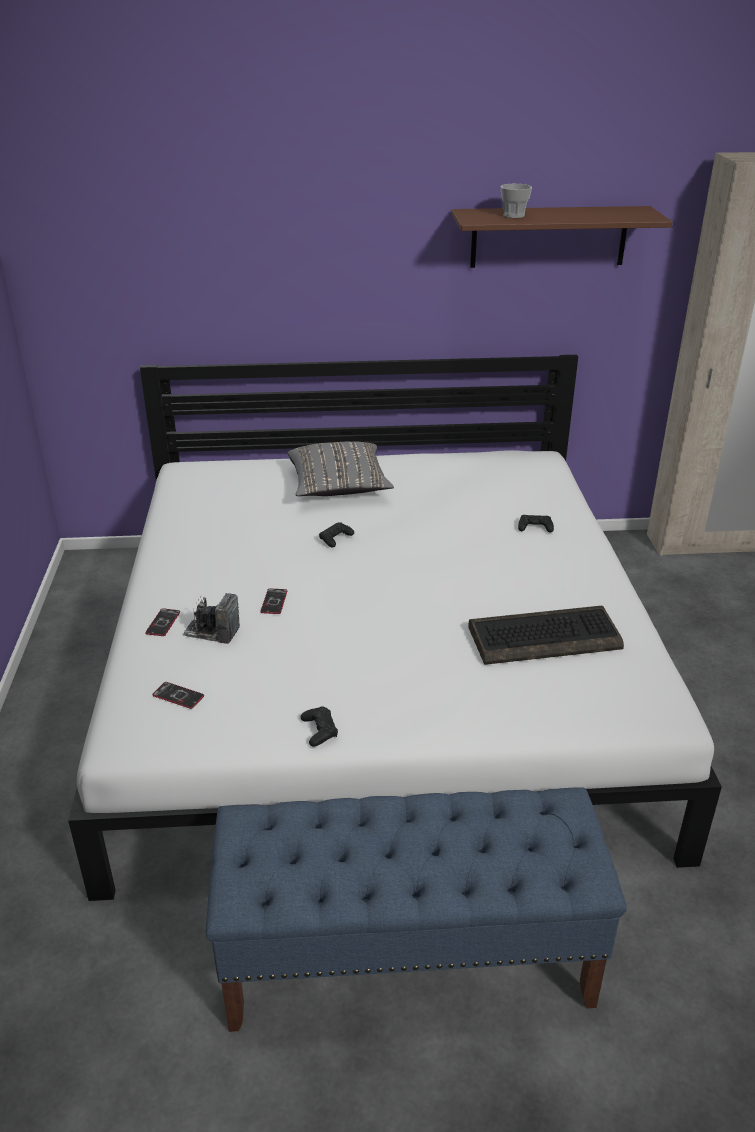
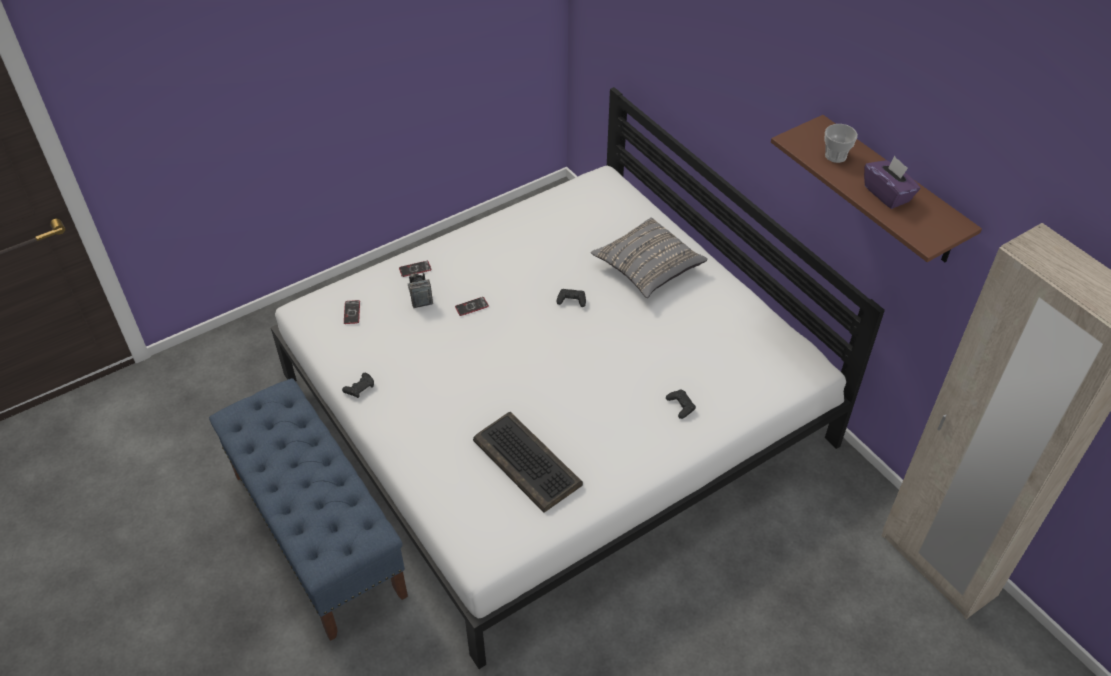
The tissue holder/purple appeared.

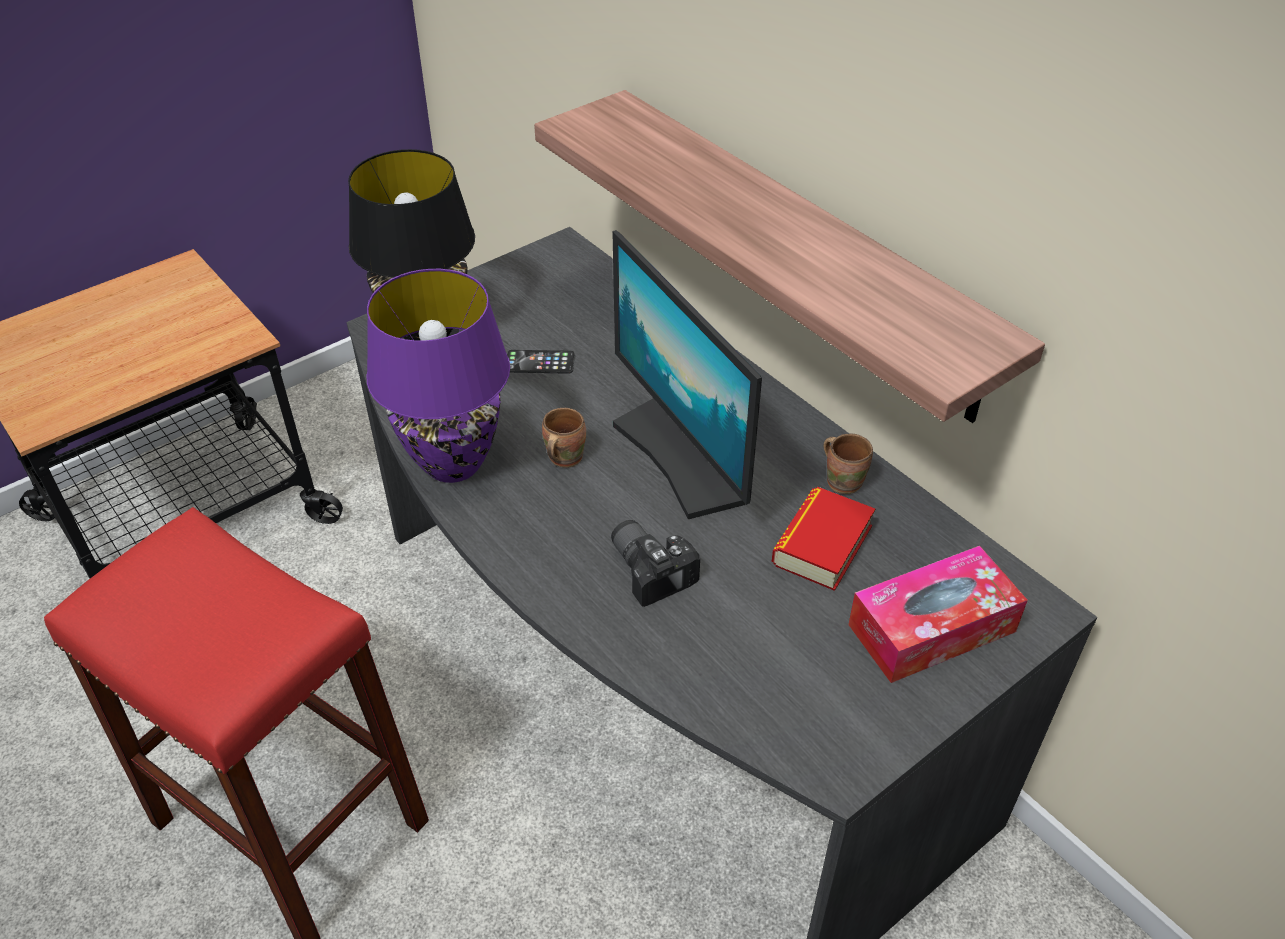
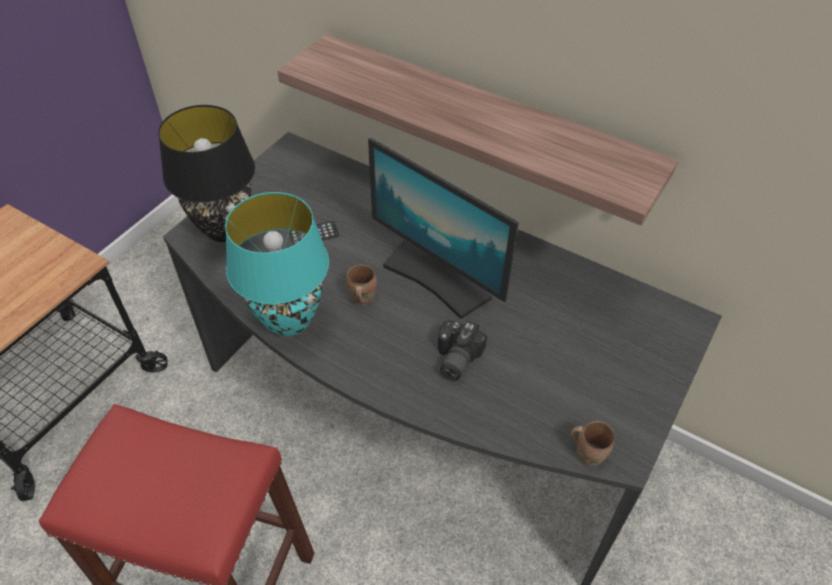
The volume disappeared. The tissue holder disappeared. The coffee mug/brown-coloured (2nd from left) moved. The lamp for a table/purple became the lamp for a table/turquoise. The still camera turned 105 degrees counterclockwise.

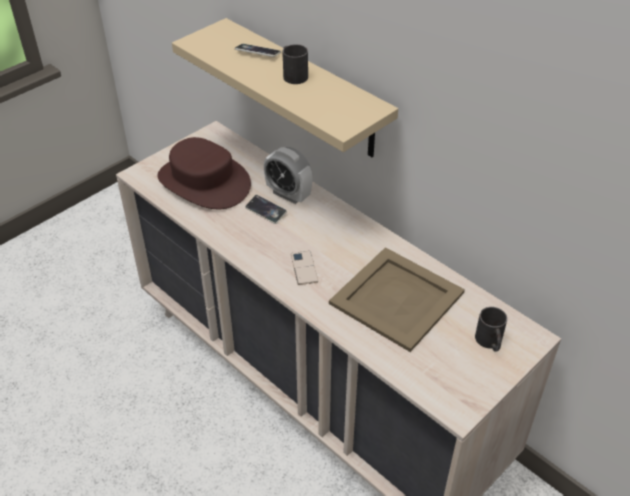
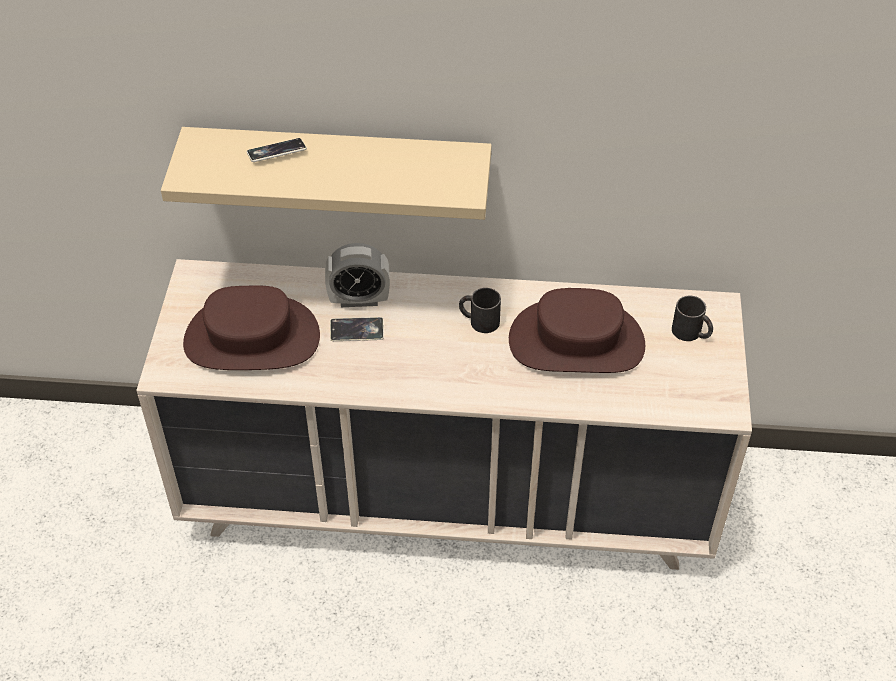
The handset (3rd from left) disappeared. The coffee mug/black (1st from left) moved. The tray/beige was replaced by the wearable hat/brown-coloured (2nd from left).

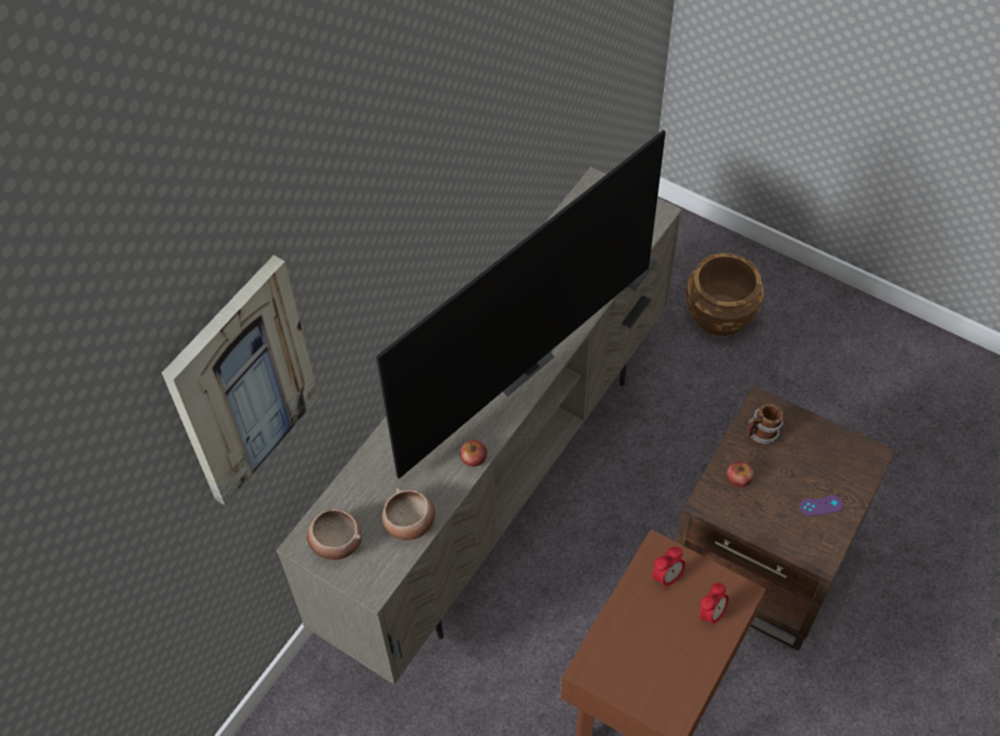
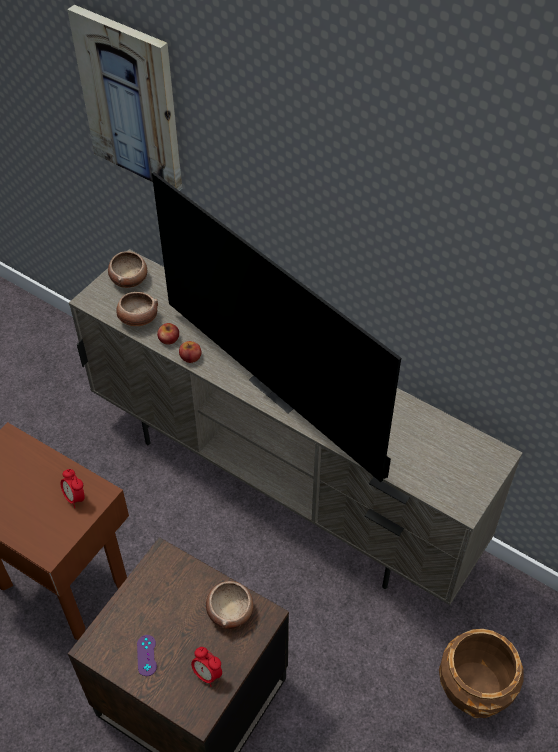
The bedside clock (2nd from left) moved. The whole apple (2nd from left in the first image) moved. The coffee mug was replaced by the bowl (3rd from left).

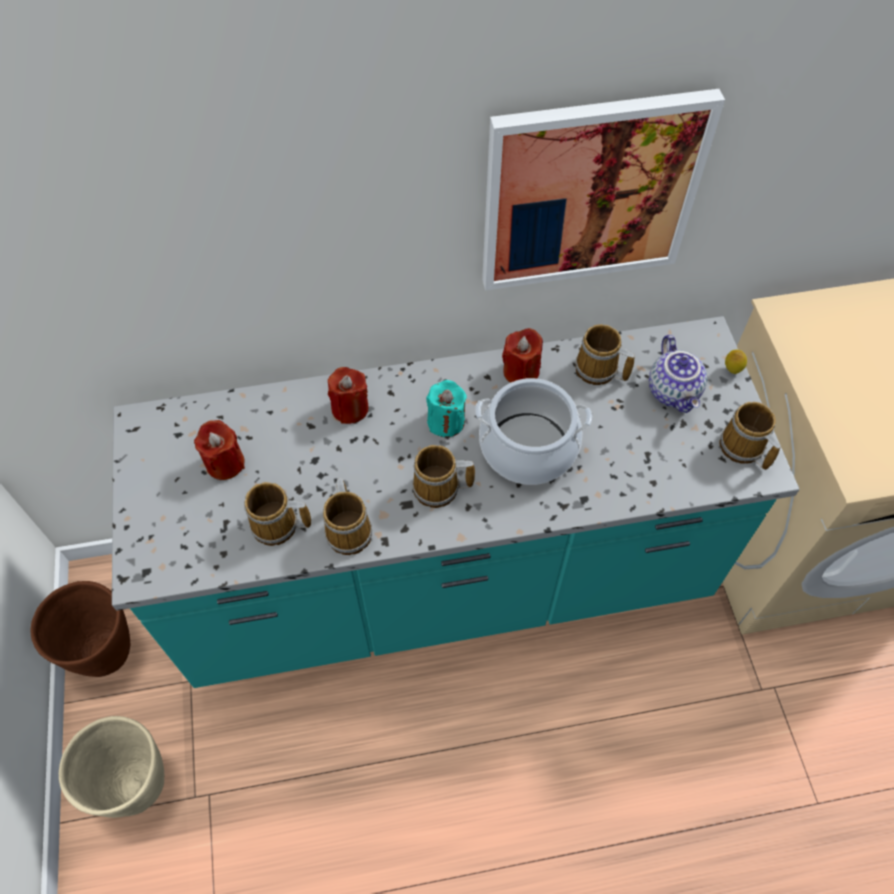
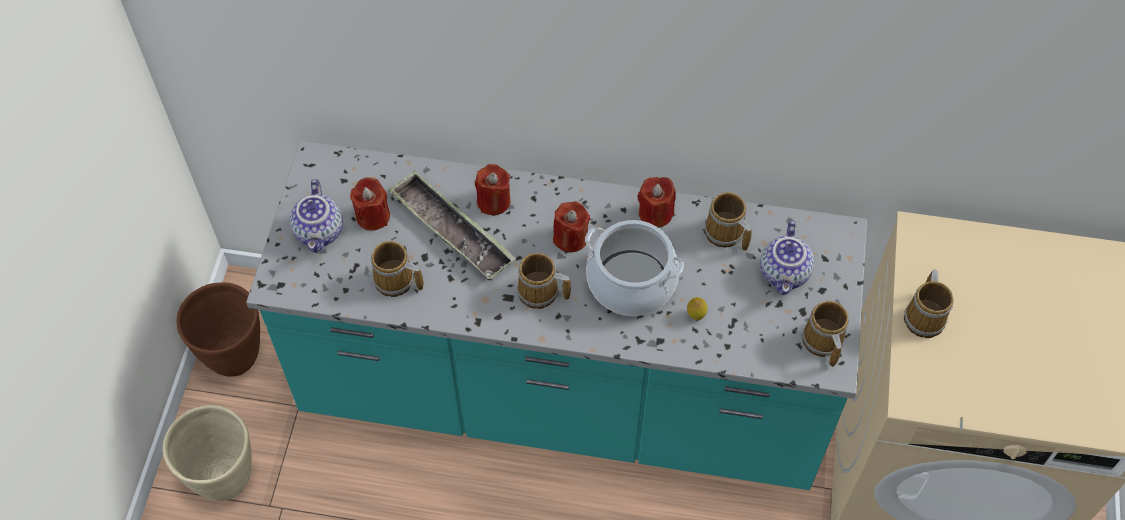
The picture disappeared. The teapot (1st from left) appeared. The tray appeared. The coffee mug (2nd from left in the first image) moved. The whole lemon moved. The wax candle/turquoise became the wax candle/reddish (3rd from left).

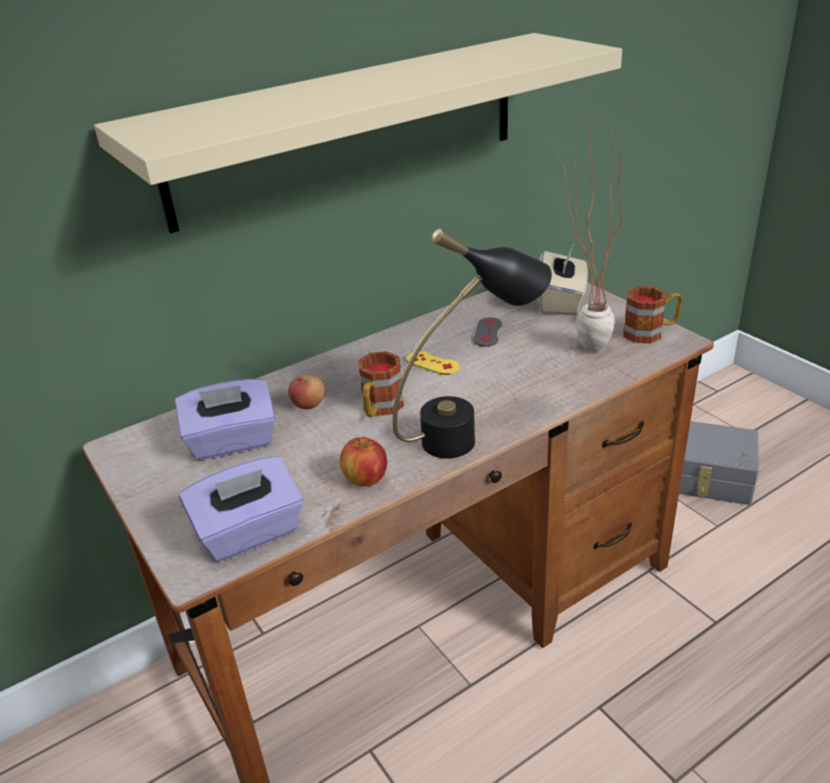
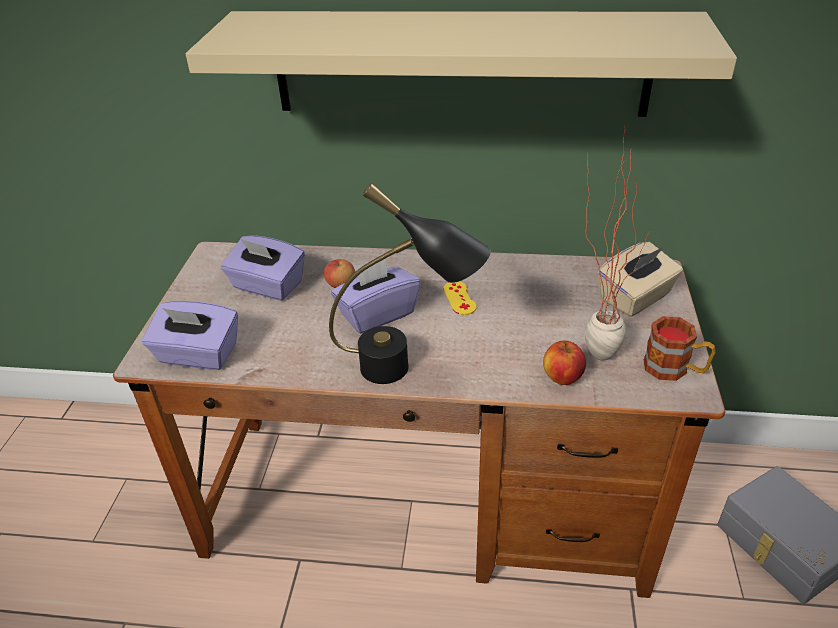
The game controller/gray disappeared. The whole apple (2nd from left) moved. The coffee mug (1st from left) was replaced by the tissue holder/purple (3rd from left).

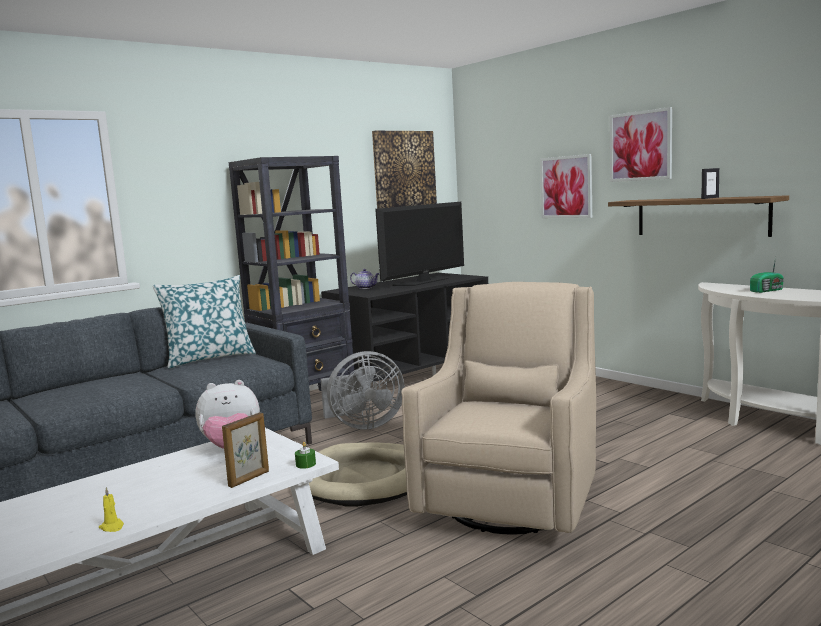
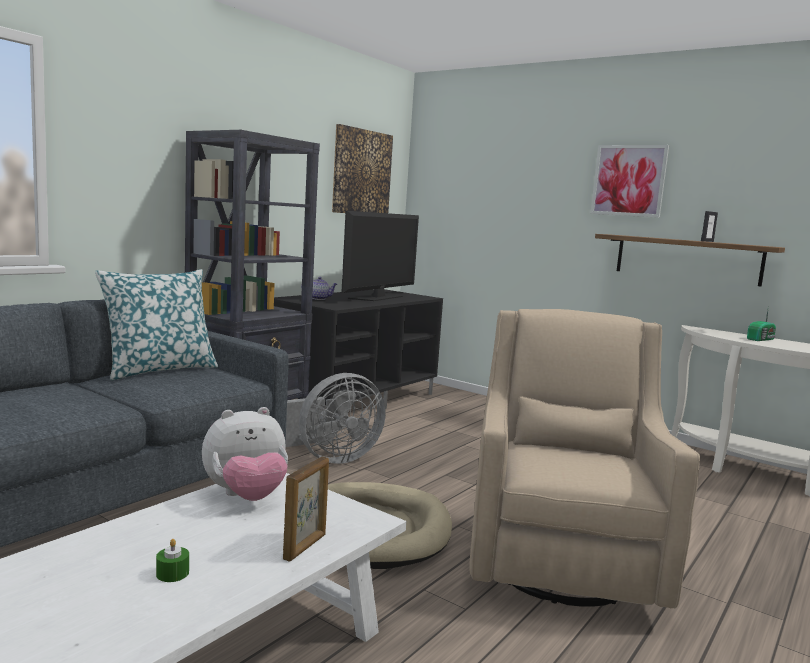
The wax candle/yellowish disappeared. The picture (2nd from left) disappeared. The wax candle/greenish moved.

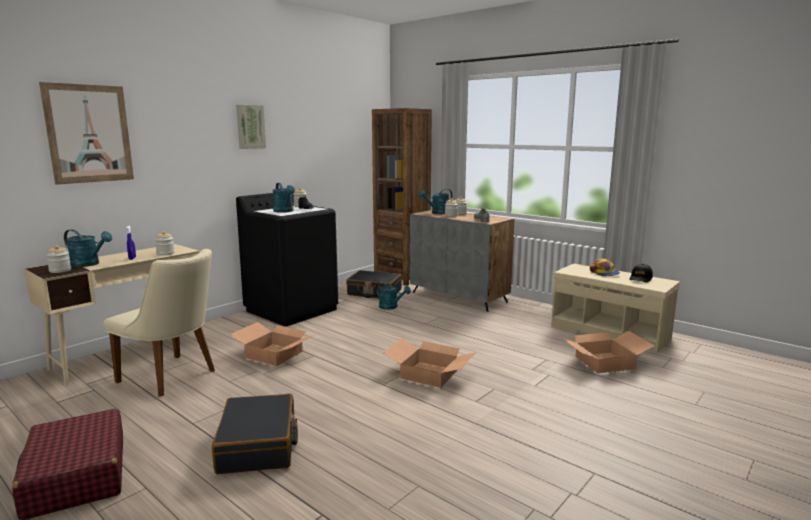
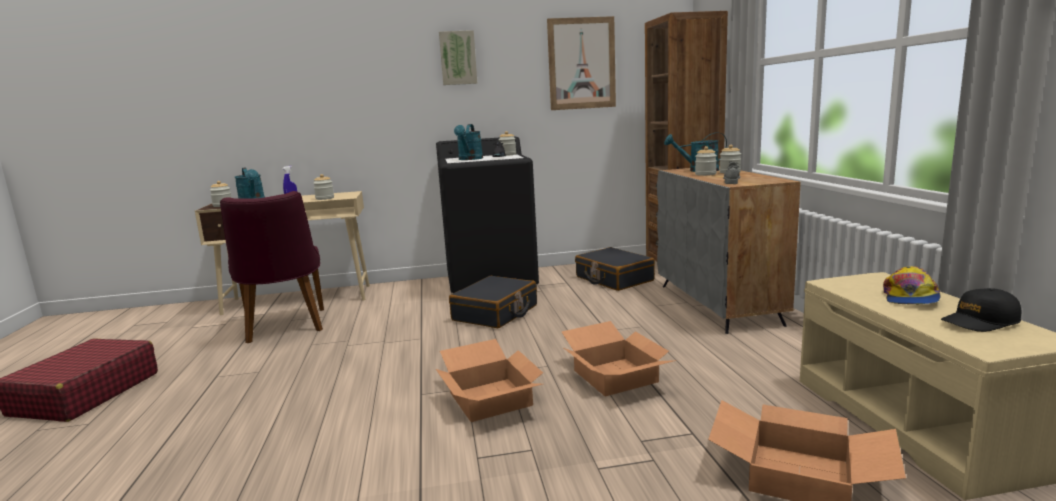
The sprinkling can/turquoise (3rd from left) disappeared. The picture (1st from left in the first image) moved. The piece of luggage/black (1st from left) moved. The cardboard box (1st from left in the first image) moved. The upright chair/beige became the upright chair/purple.

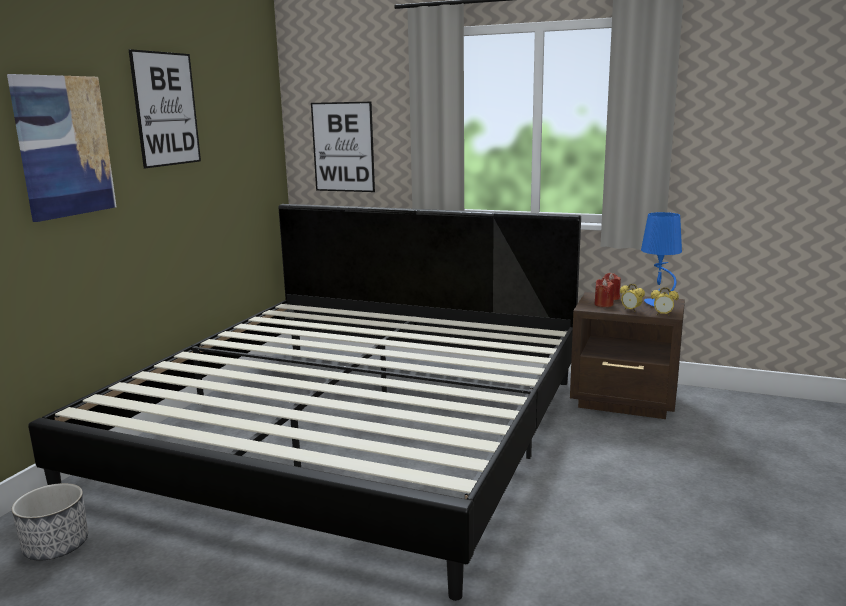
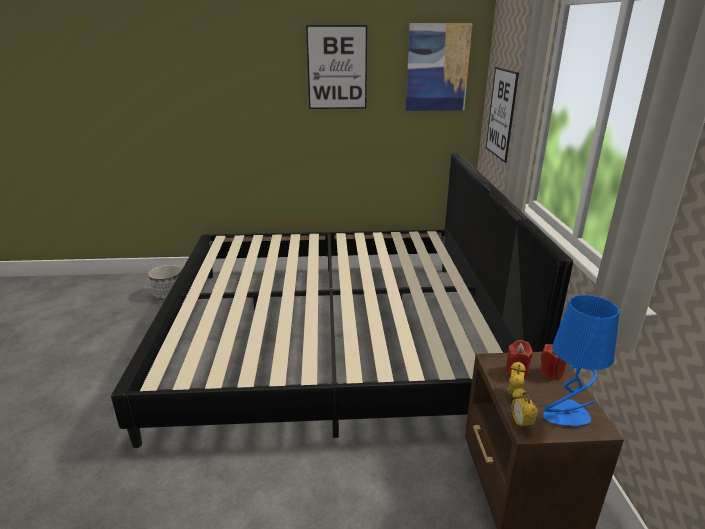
The picture (1st from left in the first image) moved.

